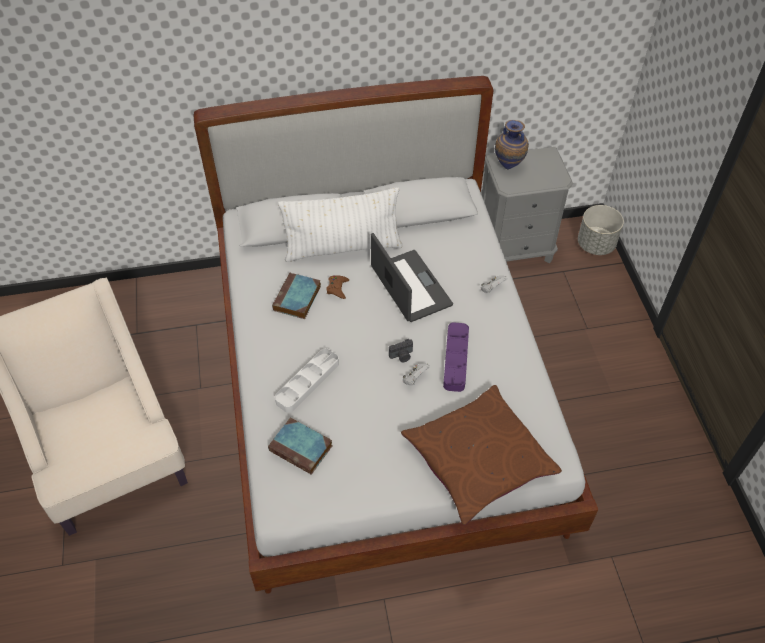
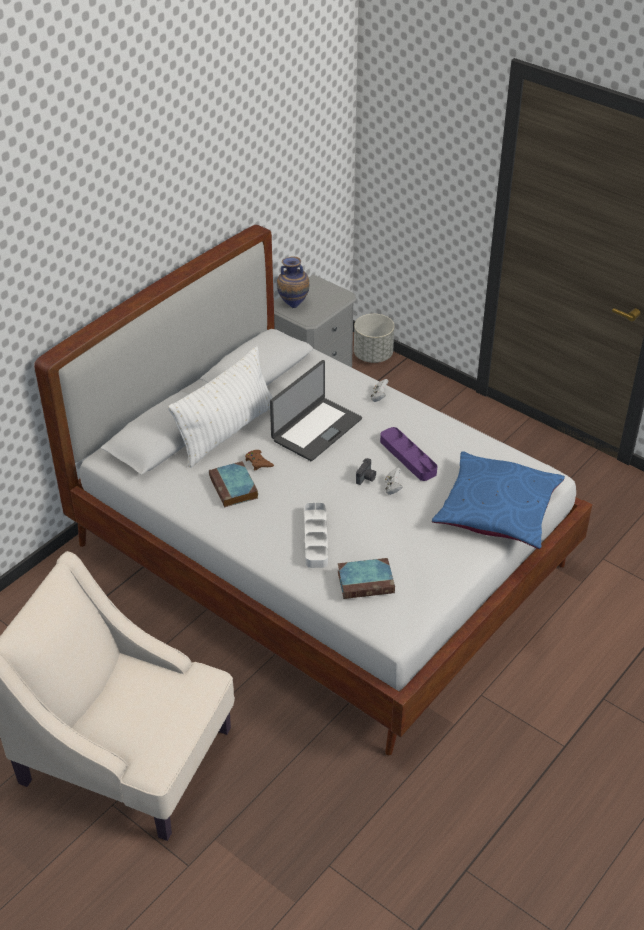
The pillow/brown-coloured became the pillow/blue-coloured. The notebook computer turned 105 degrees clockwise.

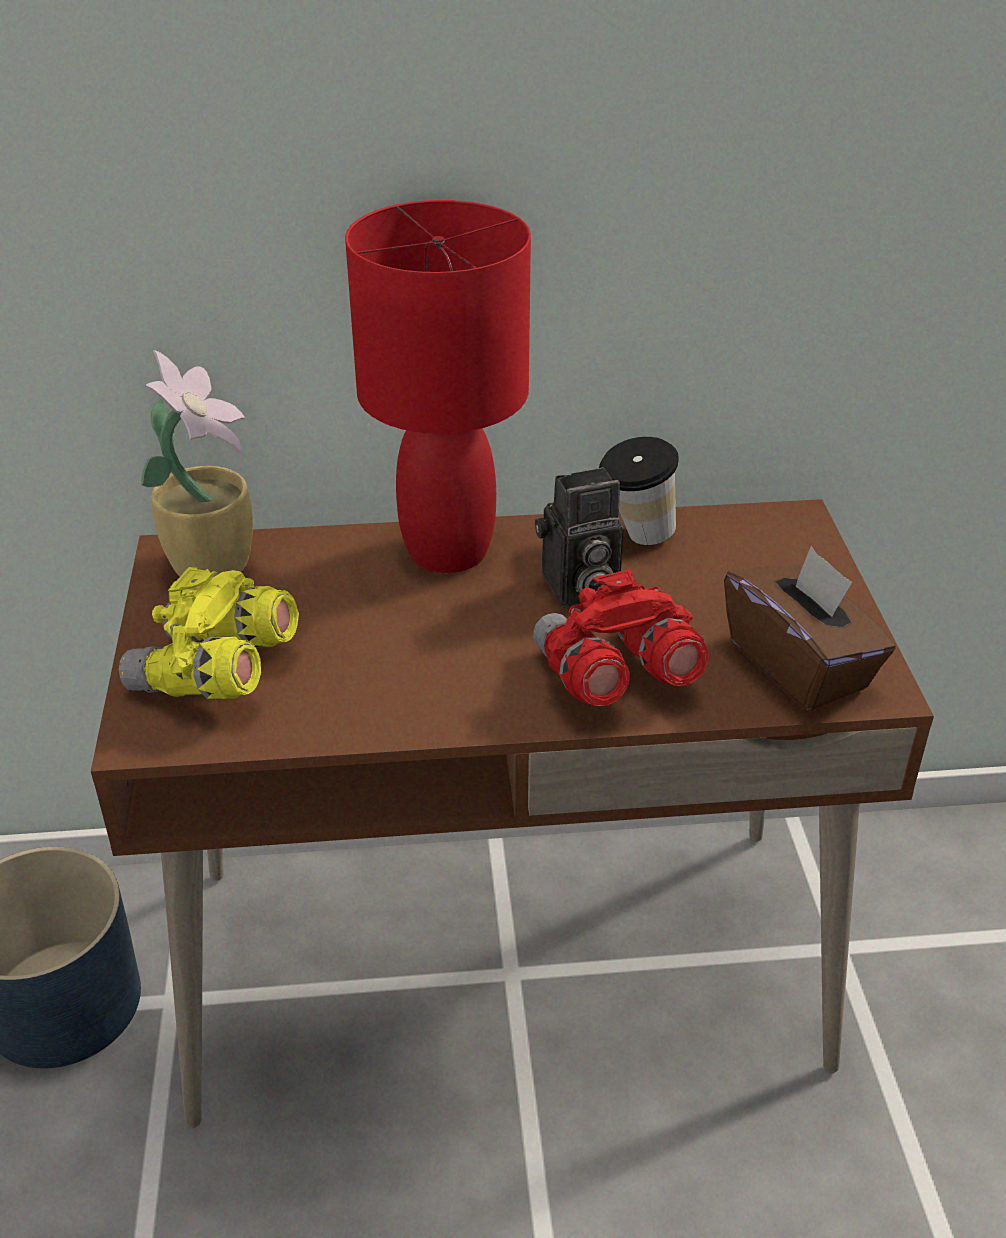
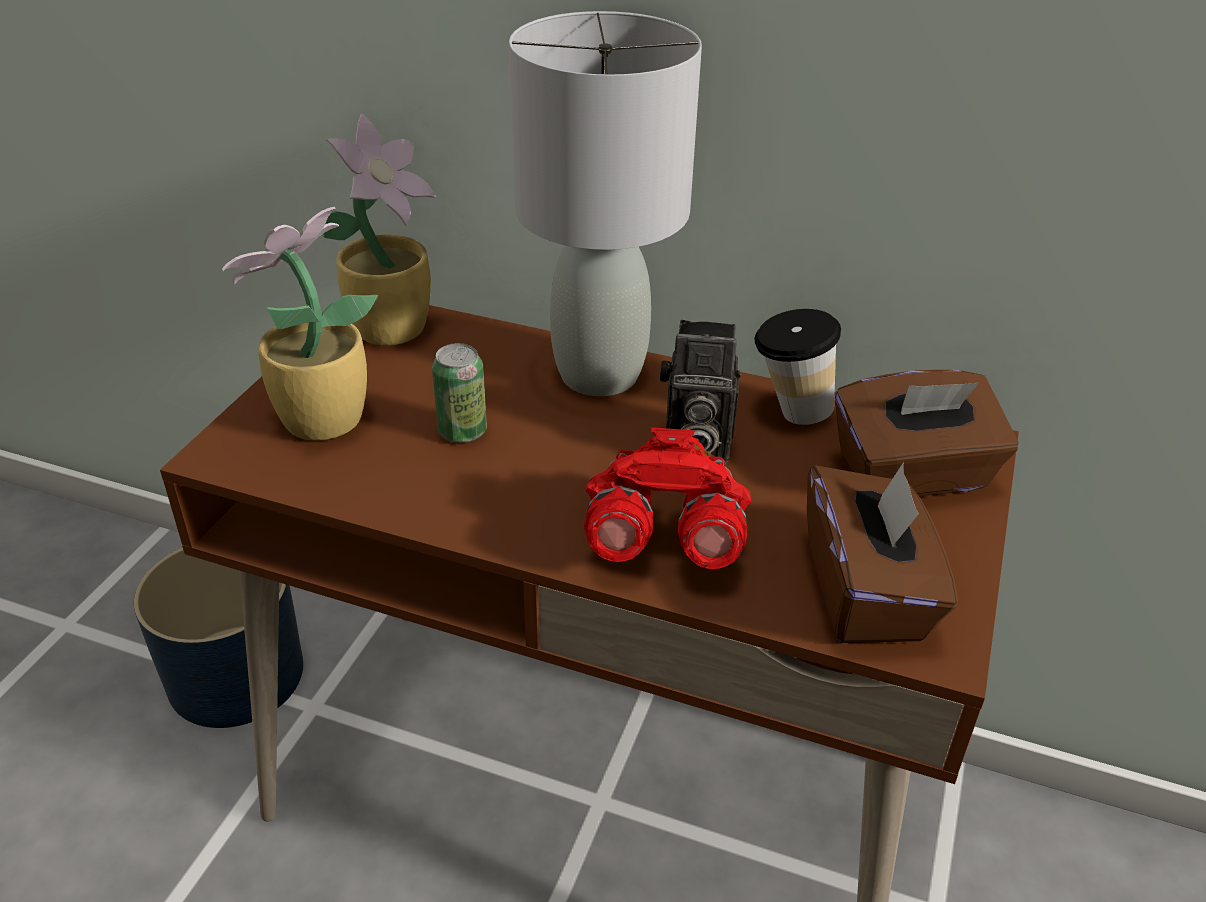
The sealed can appeared. The tissue holder/brown-coloured (2nd from left) appeared. The pair of binoculars/yellowish was replaced by the potted plant (1st from left). The lamp for a table/reddish became the lamp for a table/gray.

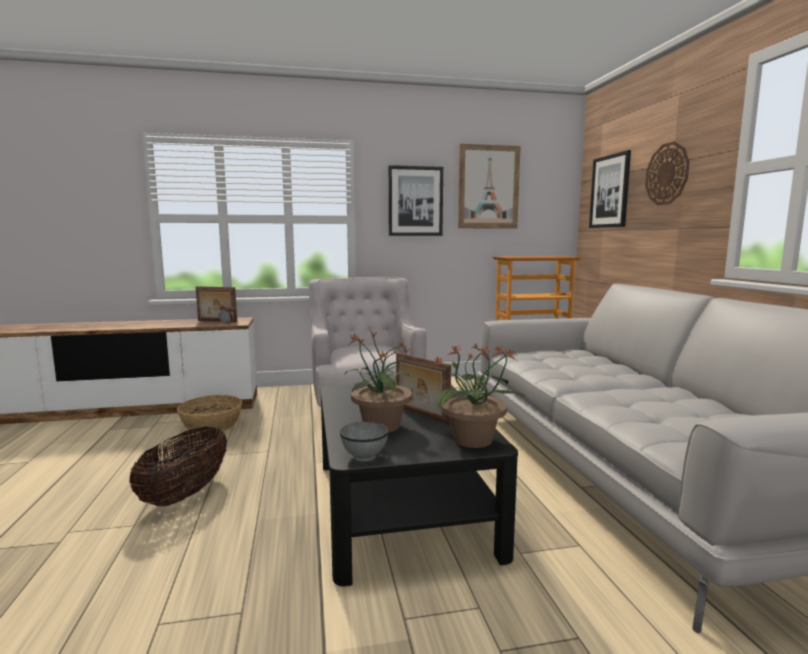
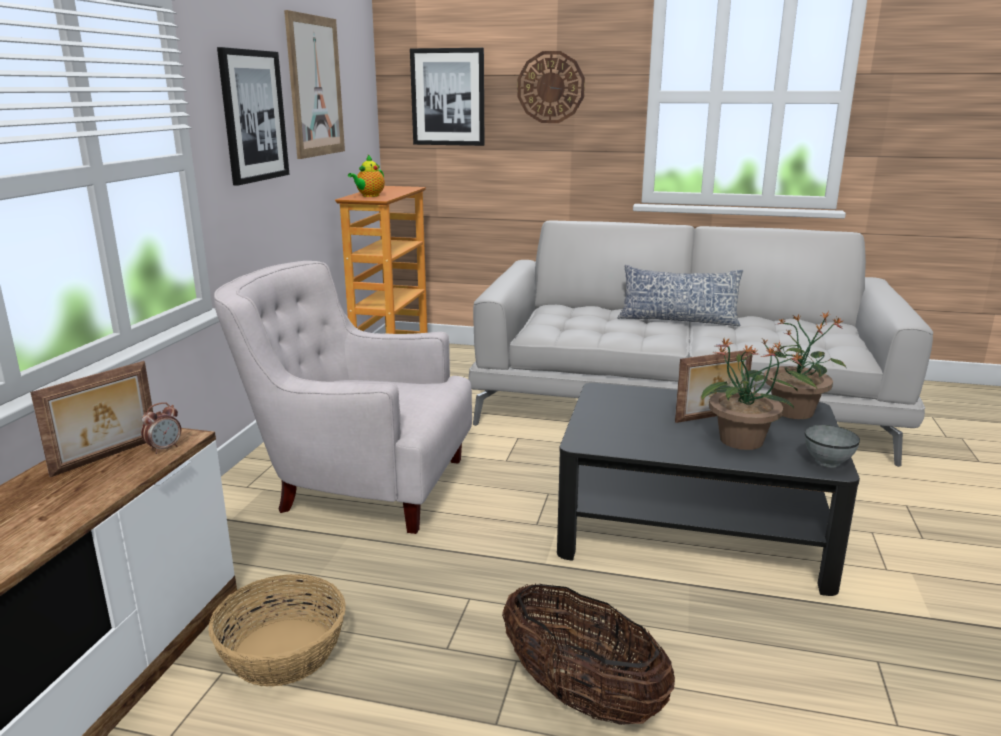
The teapot appeared. The pillow appeared.

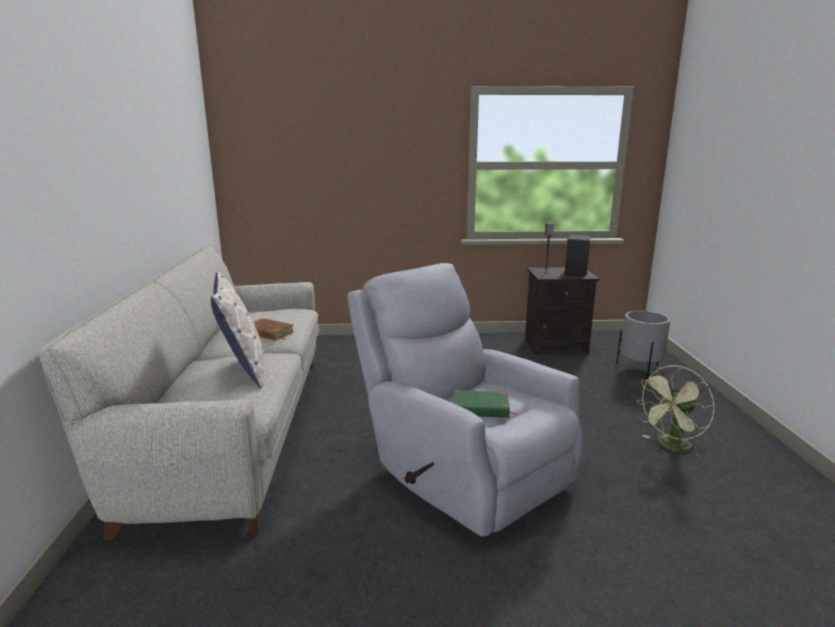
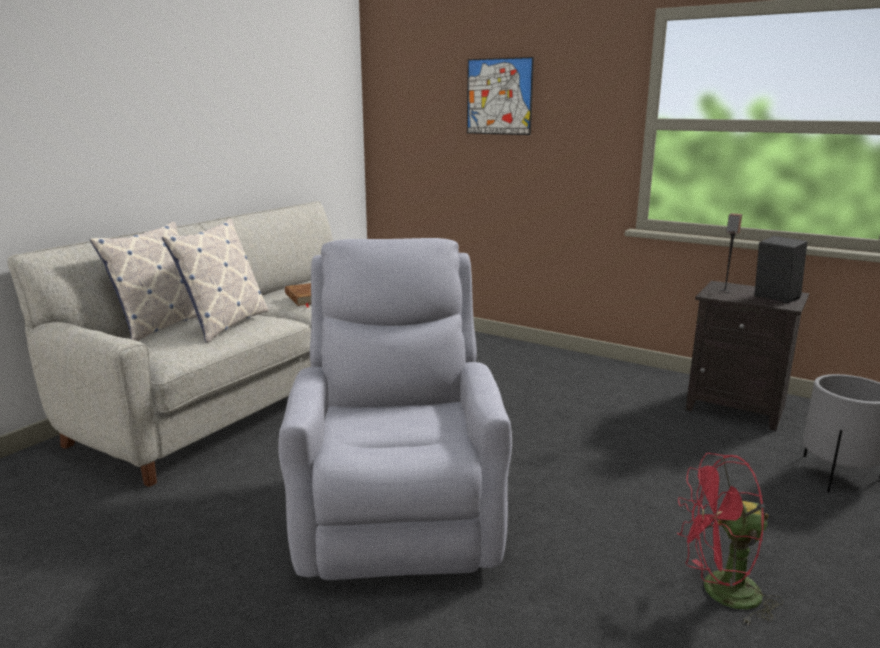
The volume/greenish disappeared. The pillow (1st from left) appeared. The picture appeared. The electric fan/greenish became the electric fan/reddish.

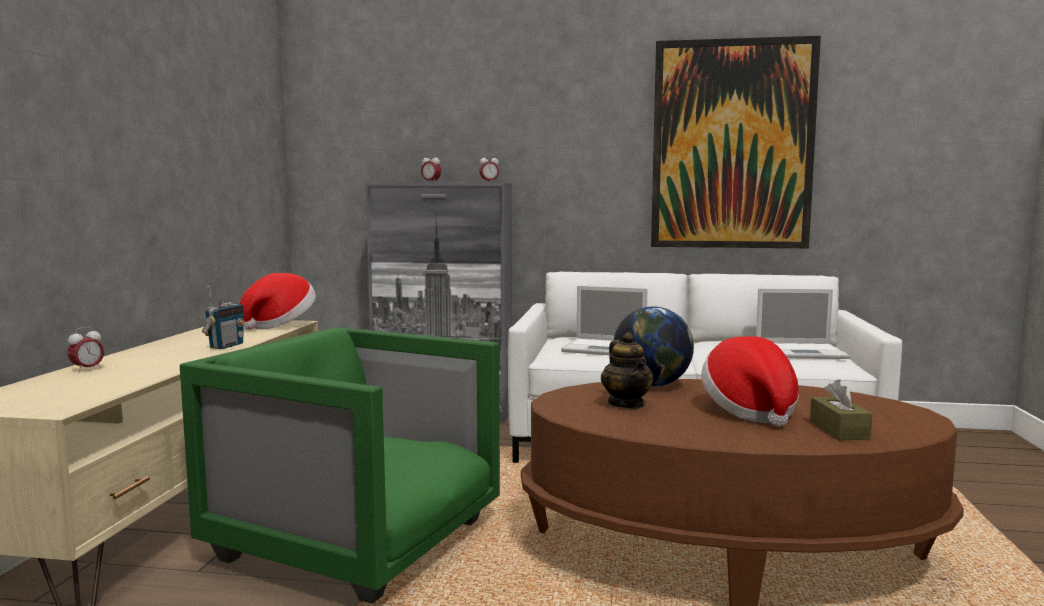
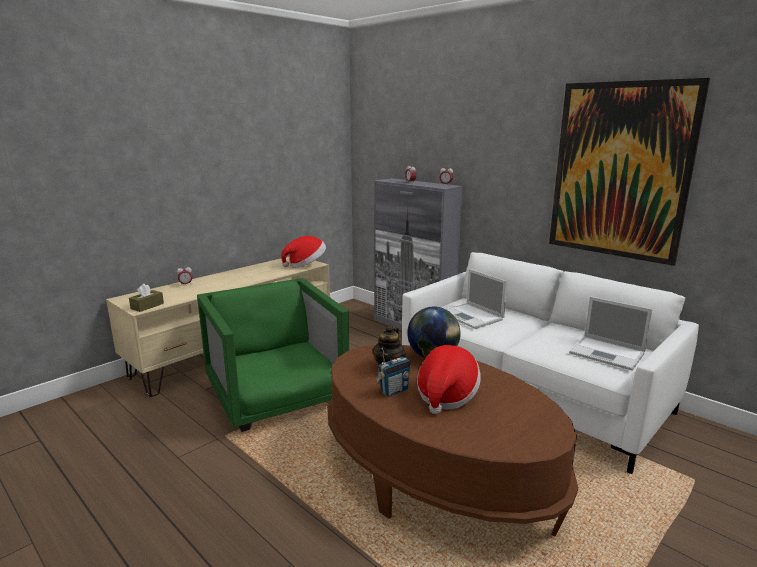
The radio set moved. The tissue holder/brown-coloured moved.

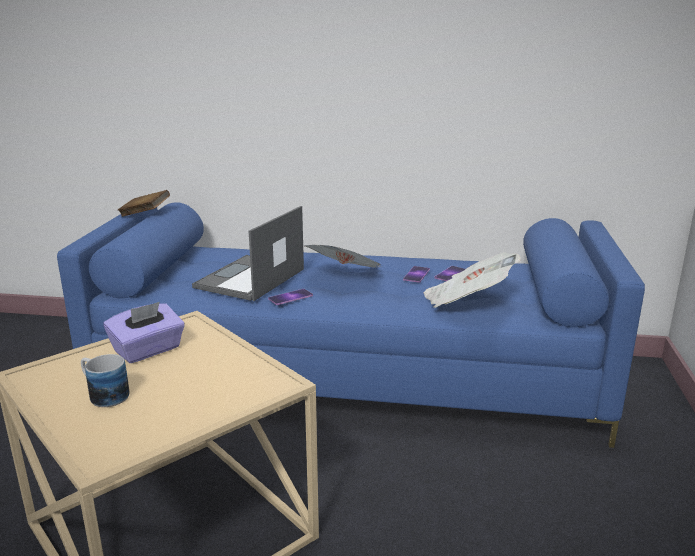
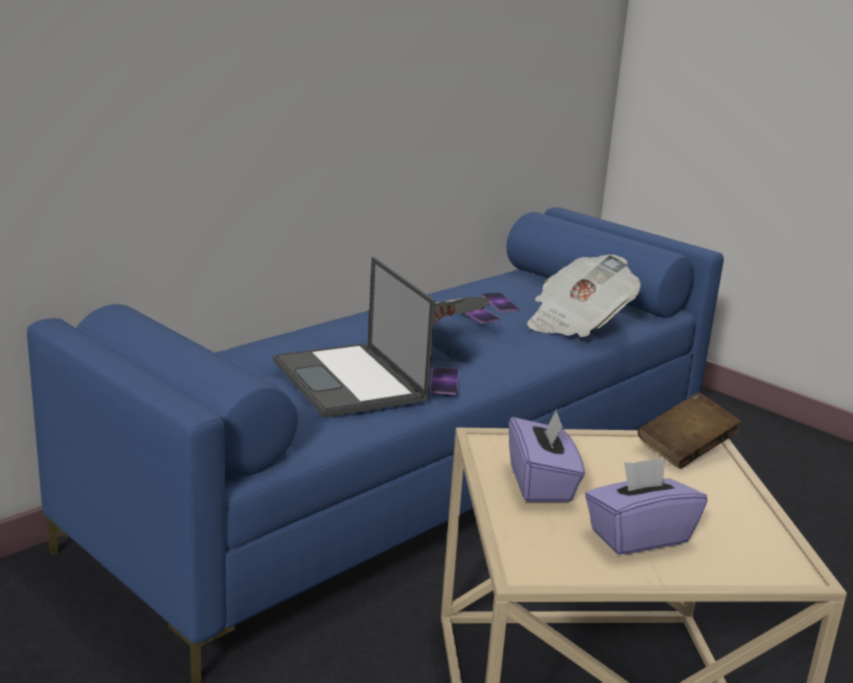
The volume/brown-coloured moved. The coffee mug was replaced by the tissue holder/purple (2nd from left).

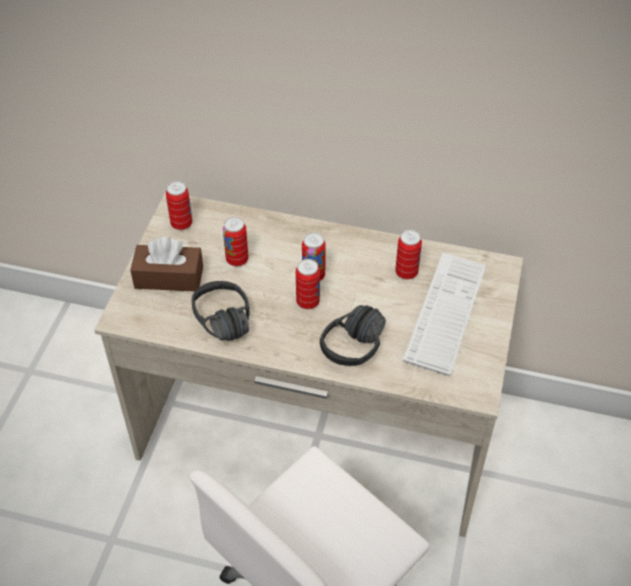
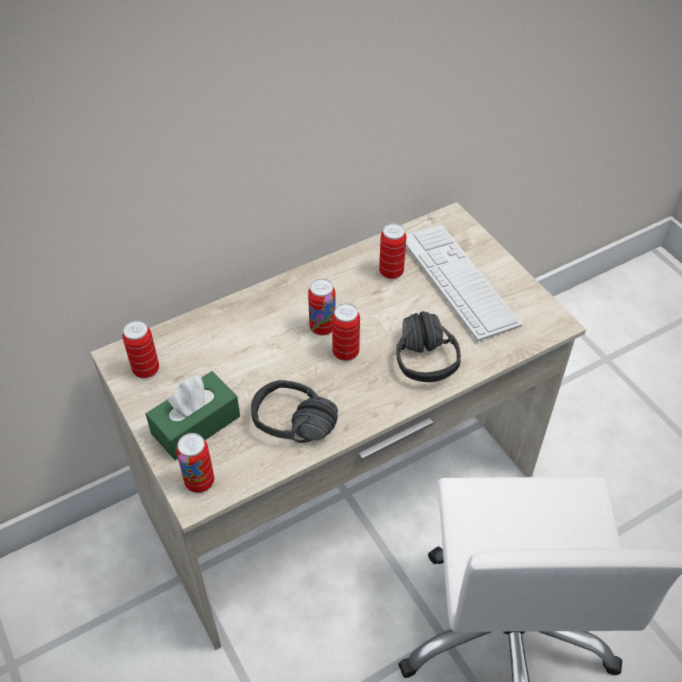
The sealed can (2nd from left) moved. The tissue holder/brown-coloured became the tissue holder/greenish.

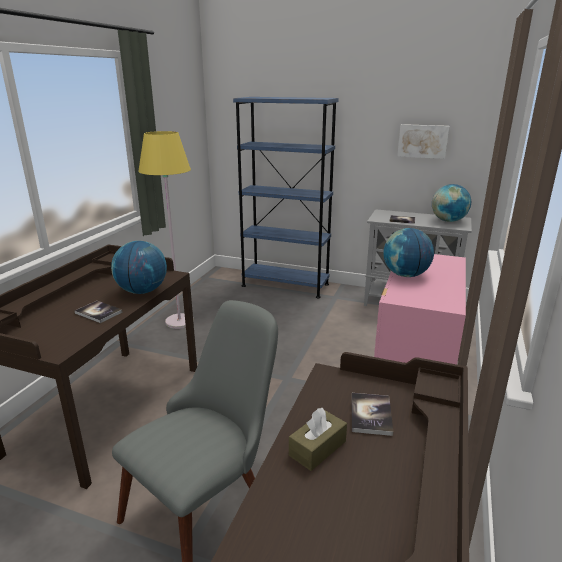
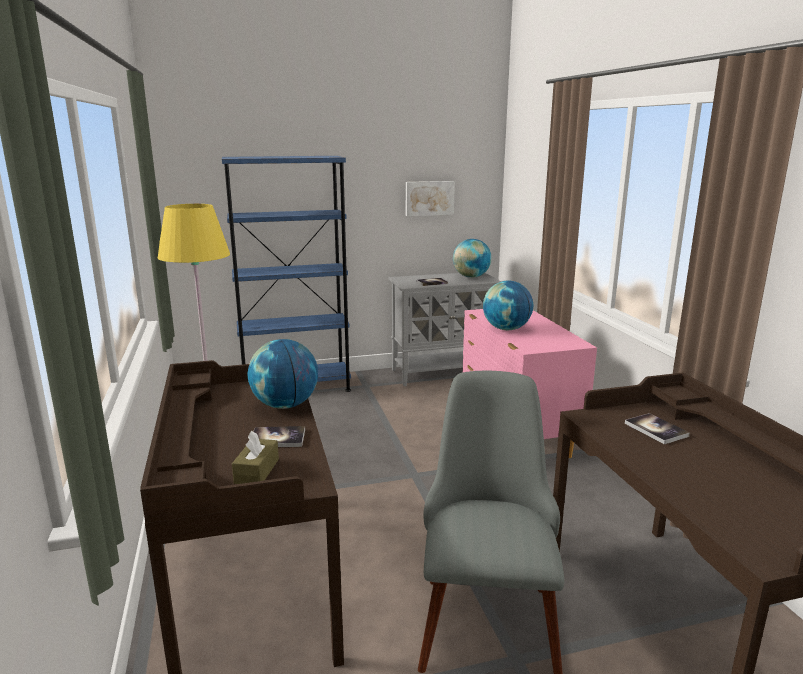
The tissue holder/brown-coloured moved.

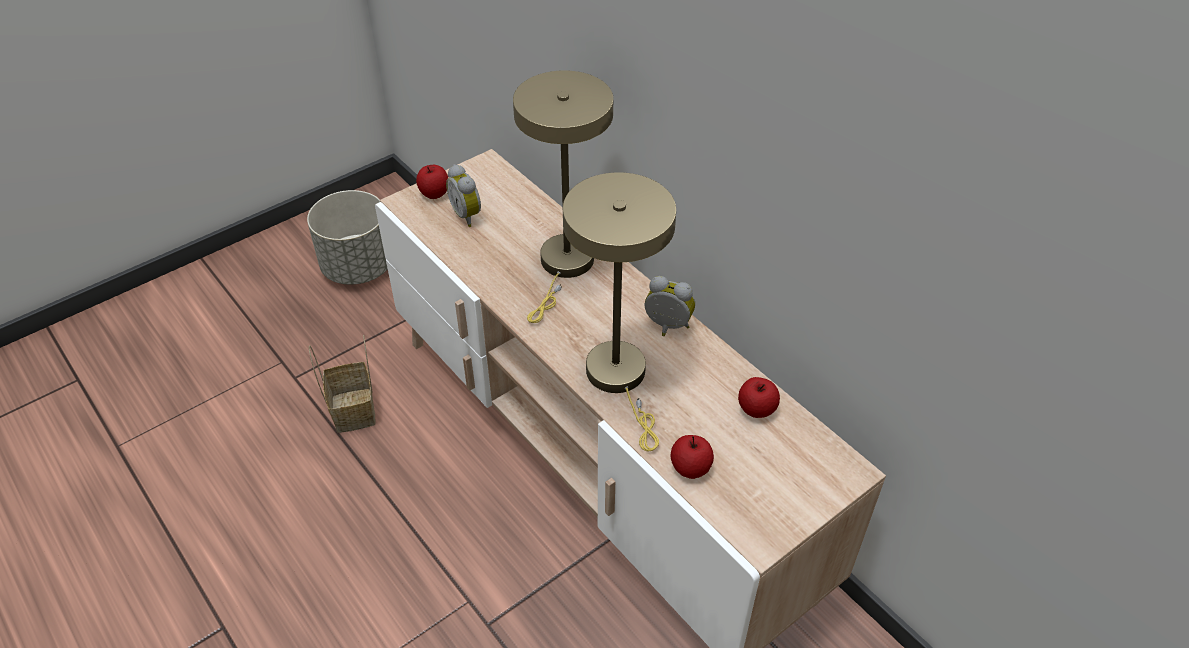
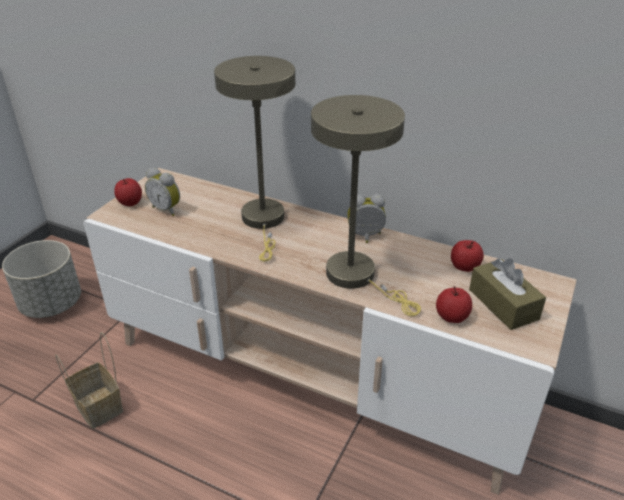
The tissue holder/brown-coloured appeared.

